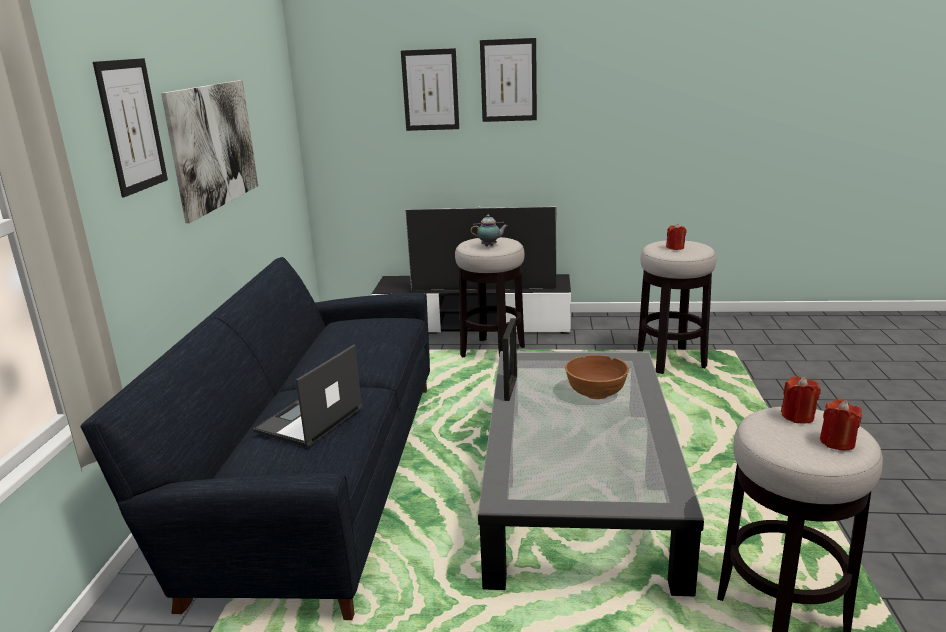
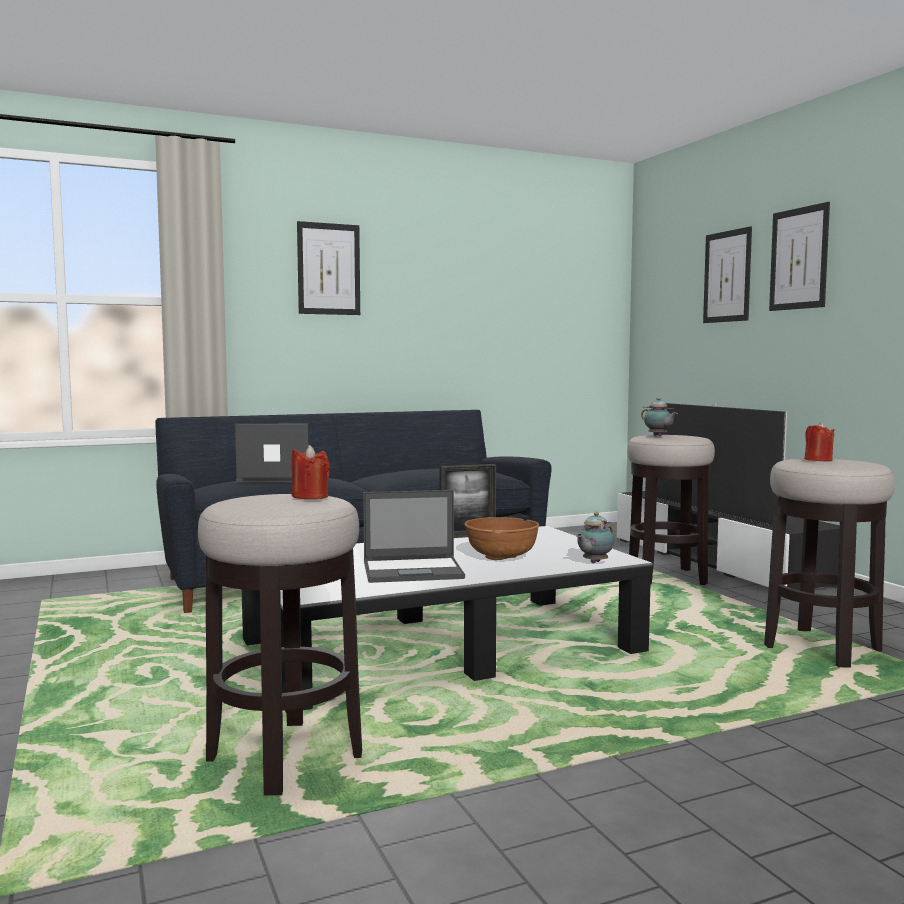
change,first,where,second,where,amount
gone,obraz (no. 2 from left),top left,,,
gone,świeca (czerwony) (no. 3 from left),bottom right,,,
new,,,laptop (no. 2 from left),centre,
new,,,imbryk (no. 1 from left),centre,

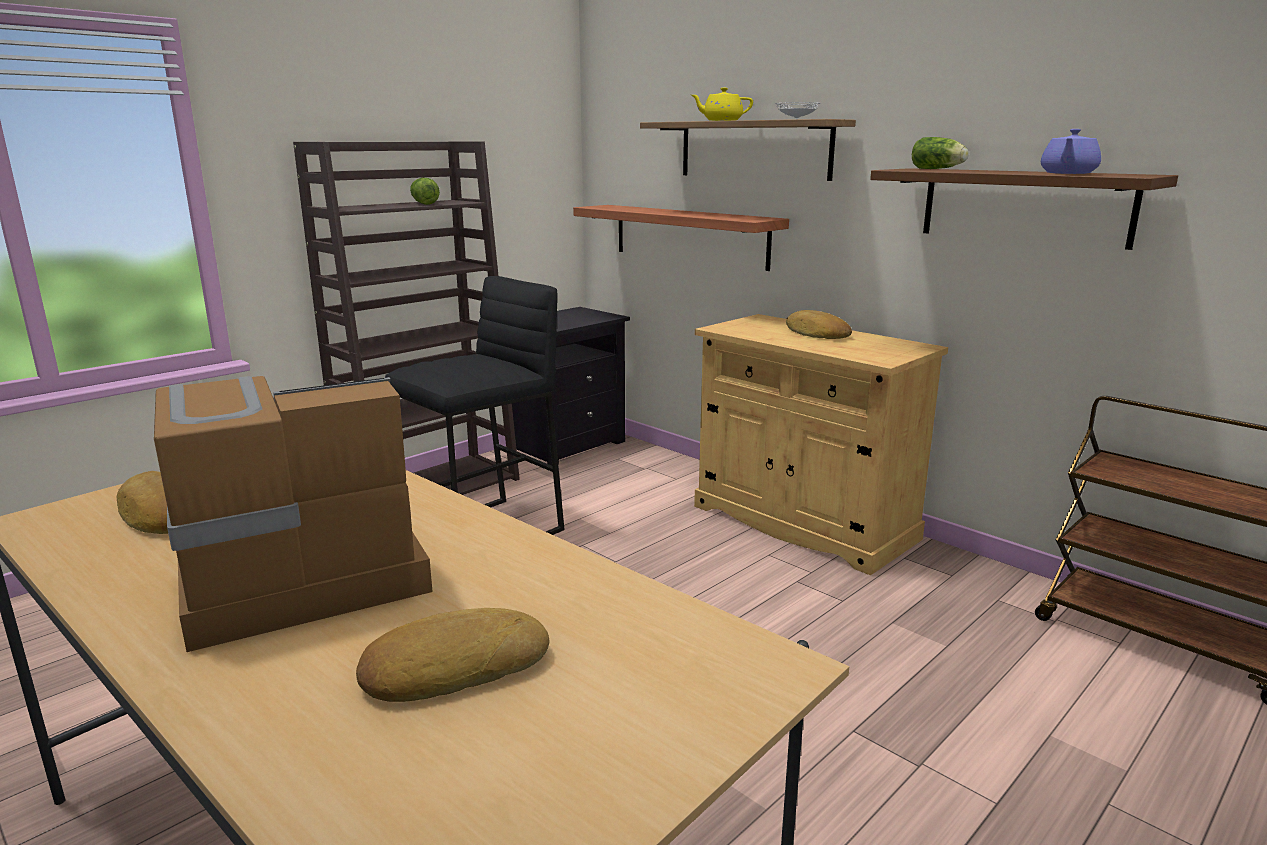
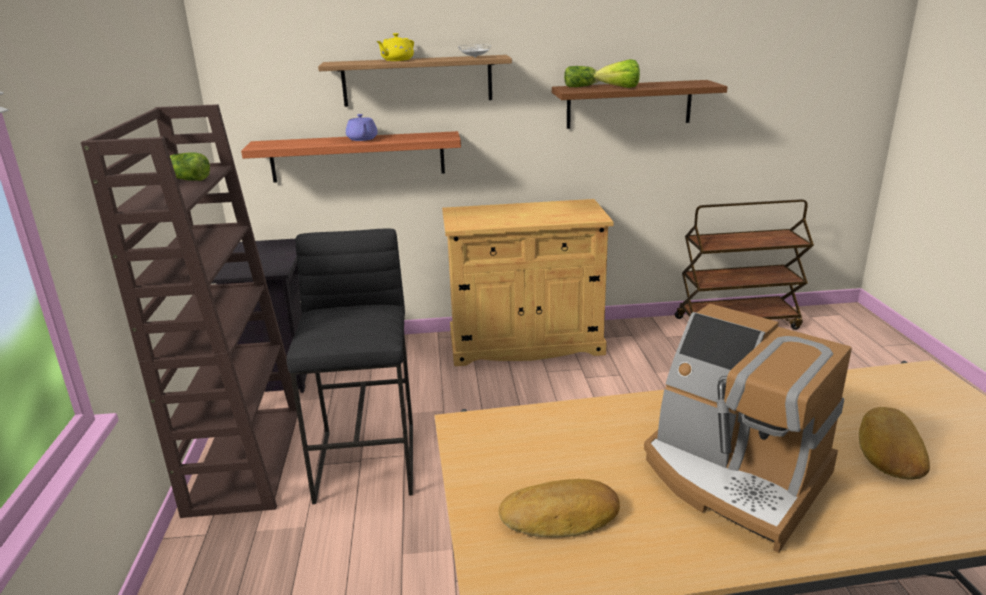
change,first,where,second,where,amount
rotated,ekspres do kawy,middle left,,bottom right,60 degrees counterclockwise
gone,chleb (no. 3 from left),centre,,,
shifted,imbryk (fioletowy),top right,,top centre,
new,,,sałata (no. 3 from left),top centre,

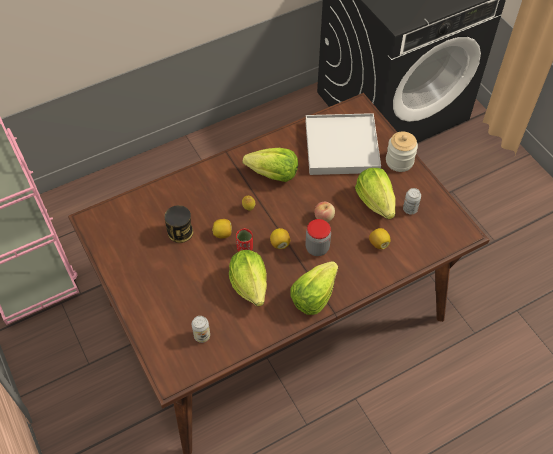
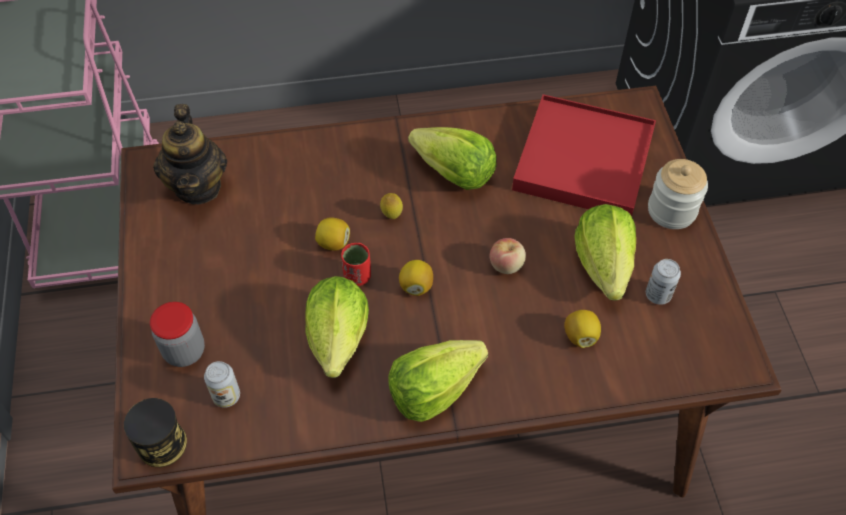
change,first,where,second,where,amount
shifted,puszka (no. 1 from left),middle left,,bottom left,
shifted,słoik (no. 1 from left),centre,,middle left,
repainted,taca (biały),top centre,taca (czerwony),top right,
new,,,imbryk,top left,

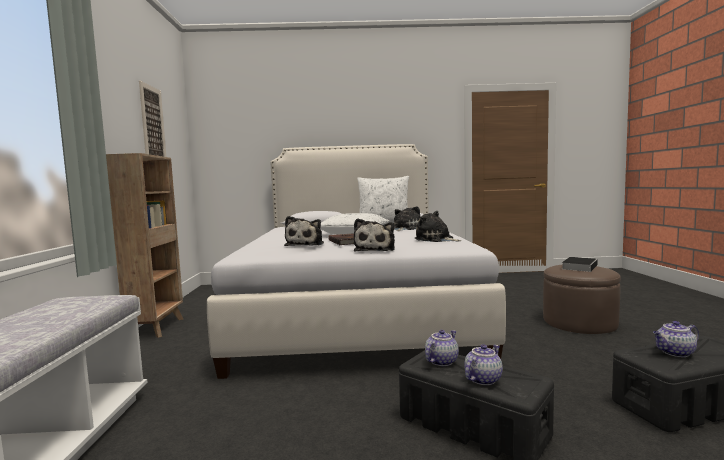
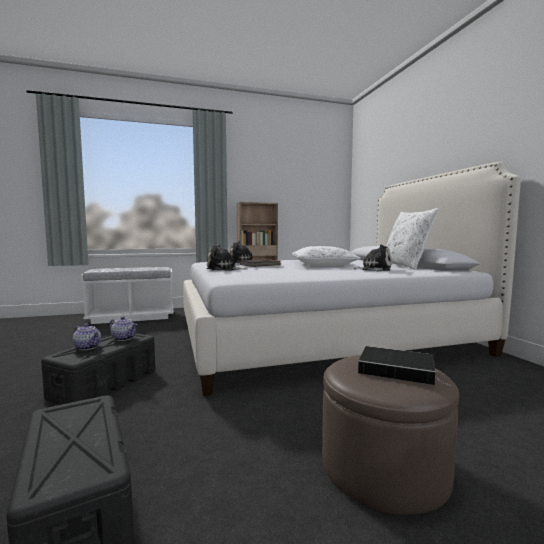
change,first,where,second,where,amount
gone,obraz,top left,,,
gone,pluszak (no. 4 from left),centre,,,
gone,imbryk (no. 3 from left),bottom right,,,

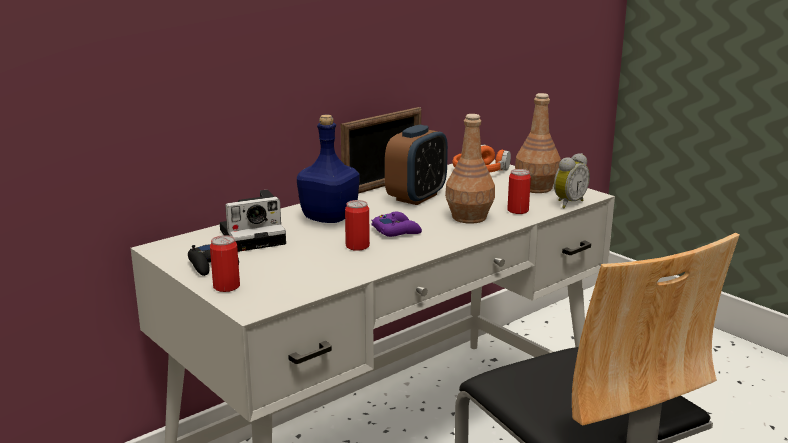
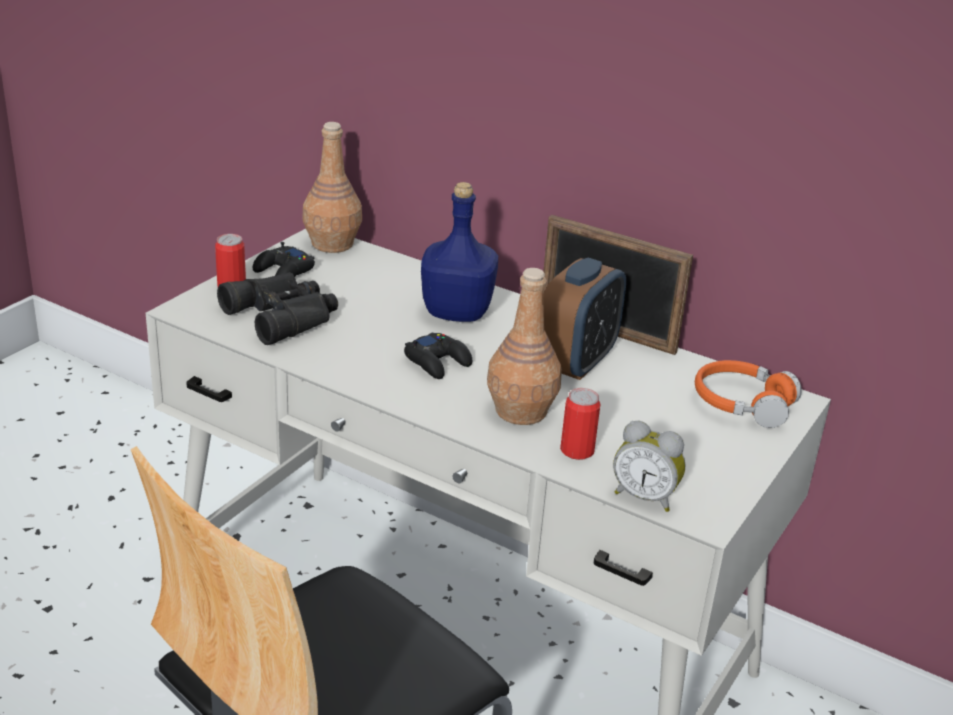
change,first,where,second,where,amount
gone,aparat fotograficzny,middle left,,,
gone,puszka (no. 2 from left),centre,,,
repainted,pad do gier (fioletowy),centre,pad do gier (czarny) (no. 2 from left),centre,
rotated,budzik (no. 1 from left),centre,,centre,75 degrees counterclockwise
shifted,butelka (brązowy) (no. 2 from left in the first image),top right,butelka (brązowy) (no. 1 from left),top centre,
new,,,lornetka (czarny),middle left,

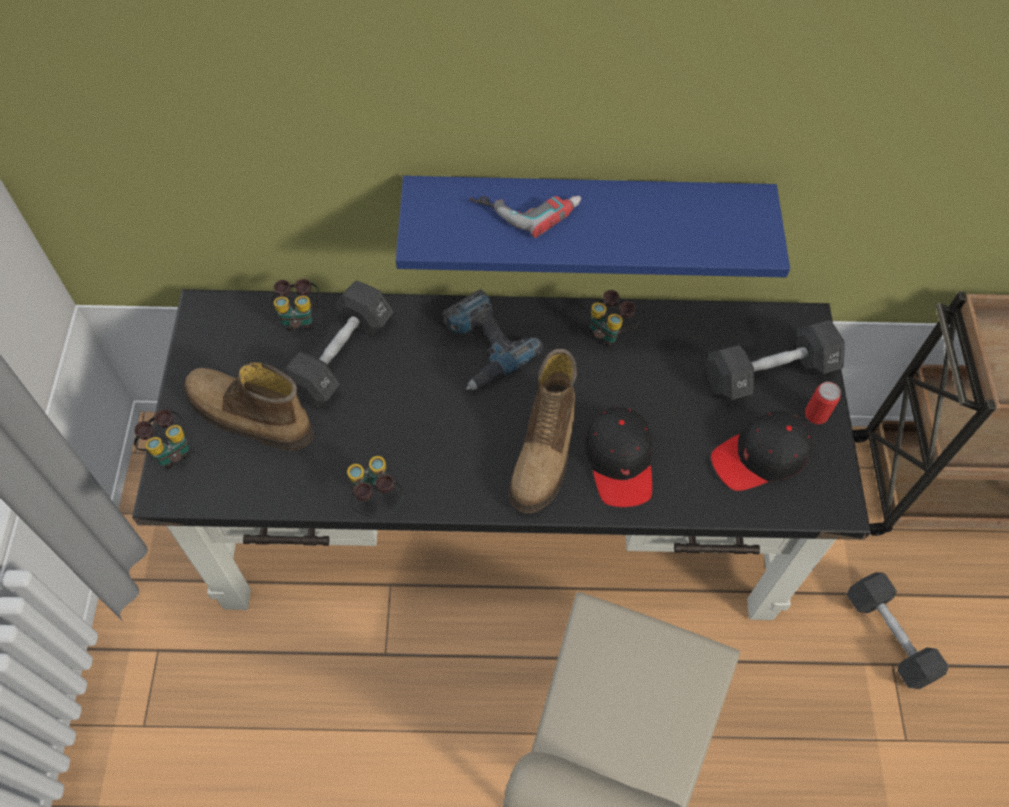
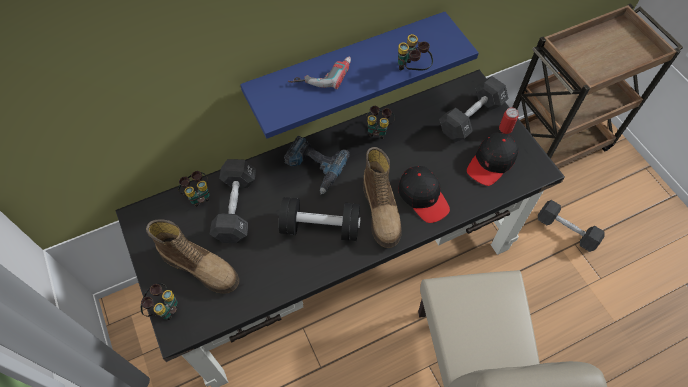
change,first,where,second,where,amount
rotated,but z cholewką (no. 1 from left),middle left,,middle left,150 degrees counterclockwise
shifted,lornetka (no. 3 from left in the first image),centre,lornetka (no. 4 from left),top centre,
new,,,hantel (czarny) (no. 2 from left),centre,

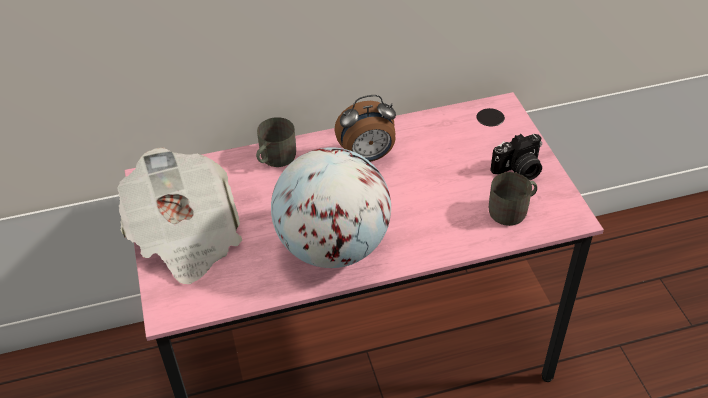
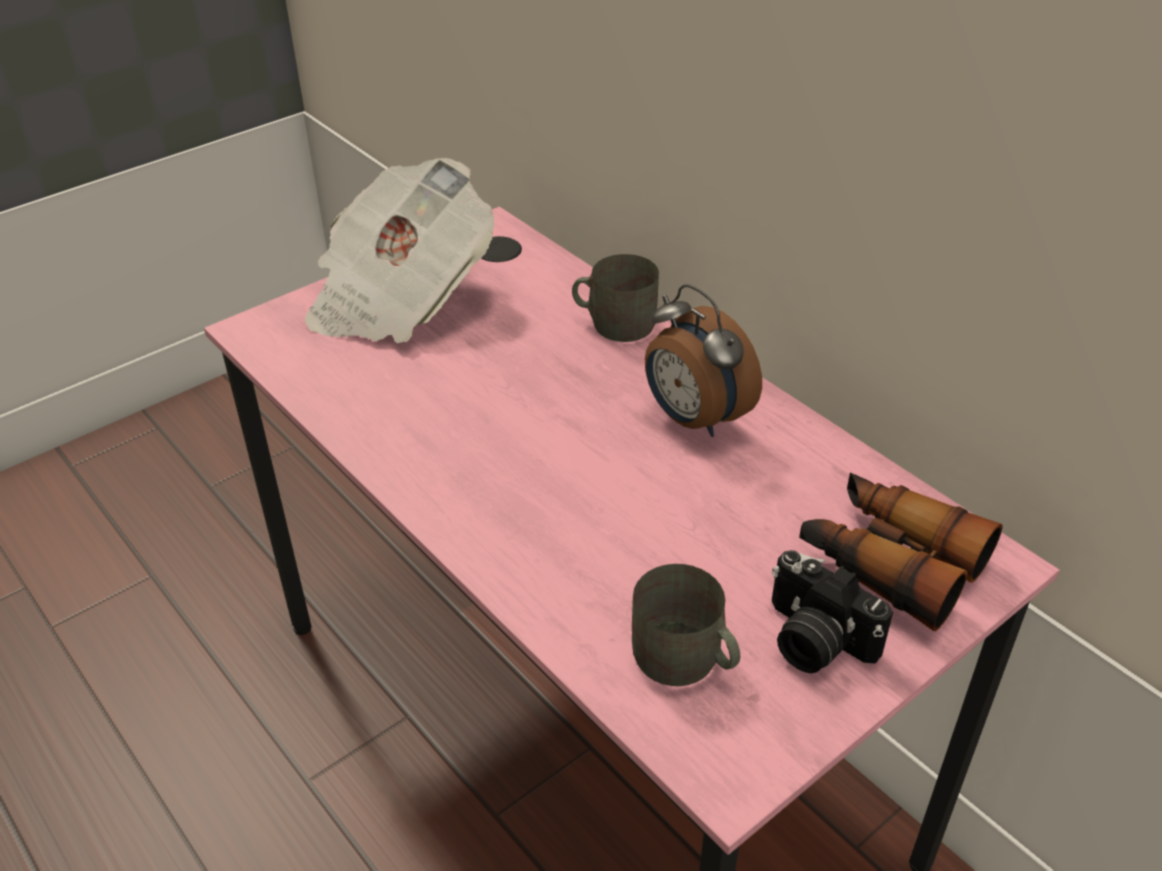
change,first,where,second,where,amount
gone,globus,centre,,,
new,,,lornetka,middle right,

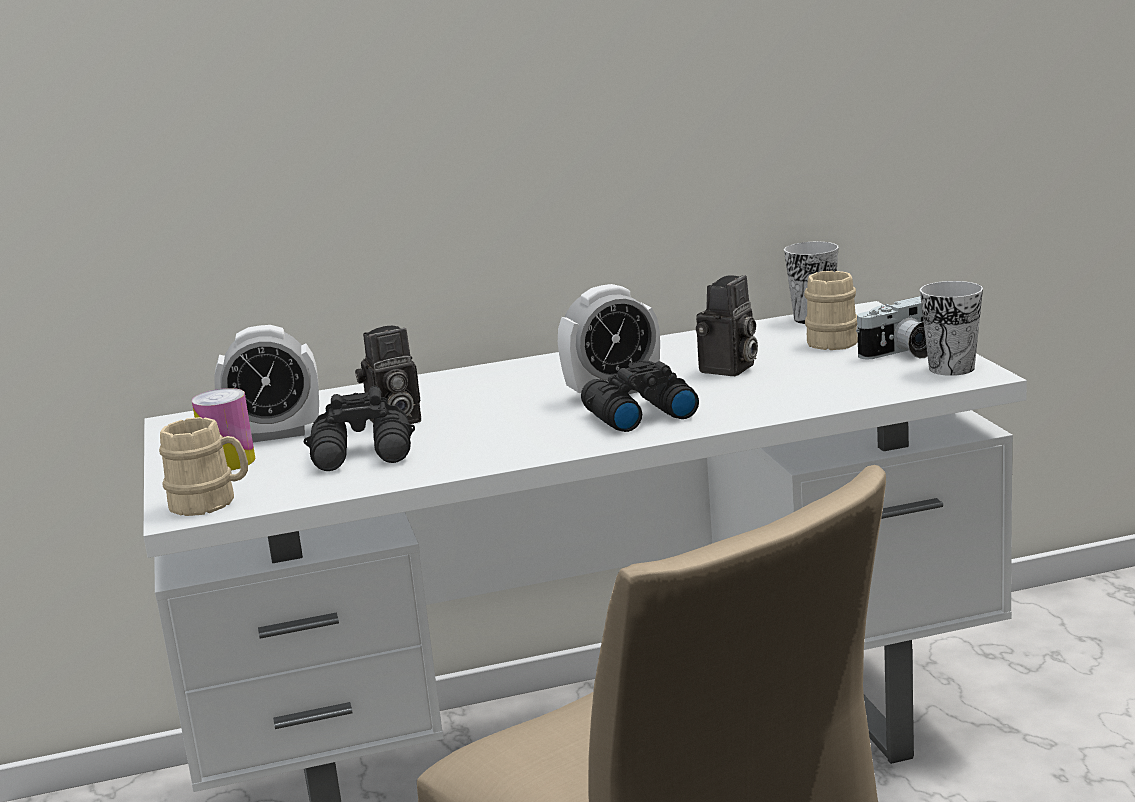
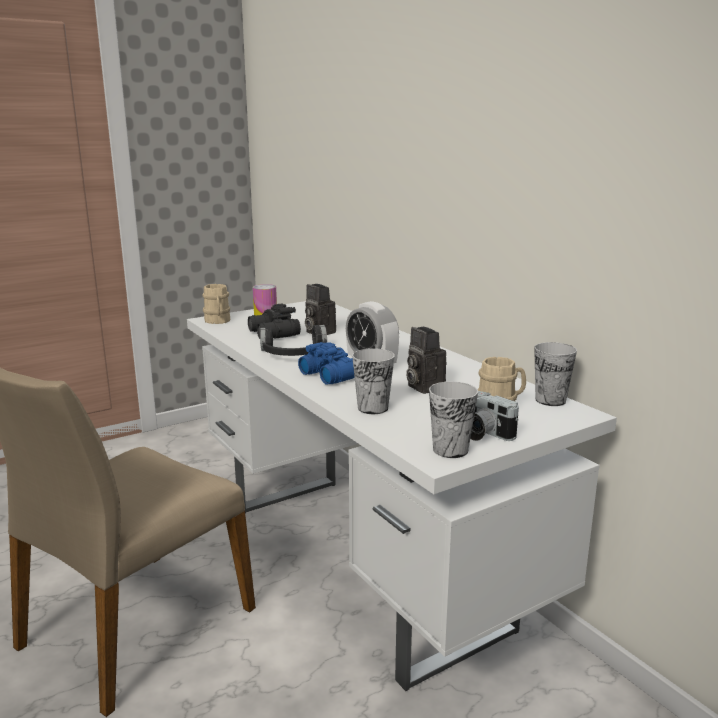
change,first,where,second,where,amount
gone,budzik (no. 1 from left),middle left,,,
repainted,lornetka (czarny) (no. 2 from left),centre,lornetka (niebieski),centre,
rotated,aparat fotograficzny (no. 2 from left),centre,,centre,45 degrees clockwise
new,,,słuchawki (czarny),centre,
new,,,filiżanka (no. 1 from left),centre,

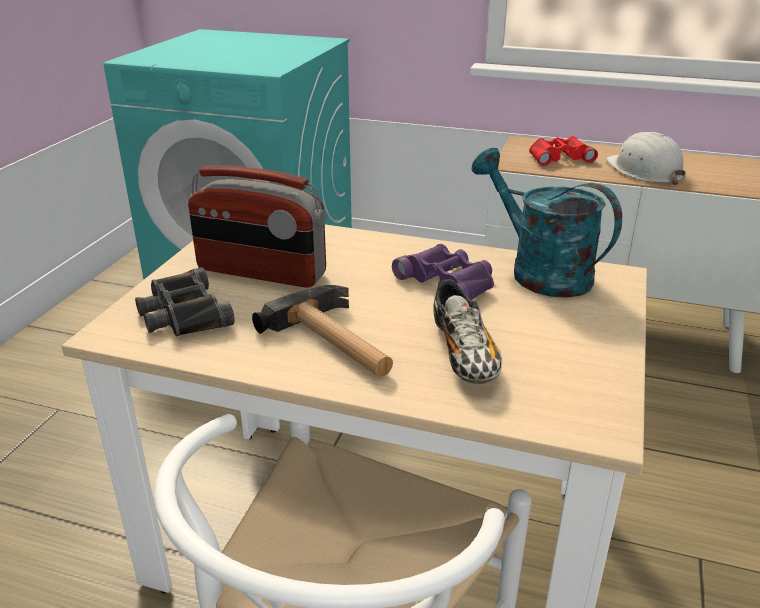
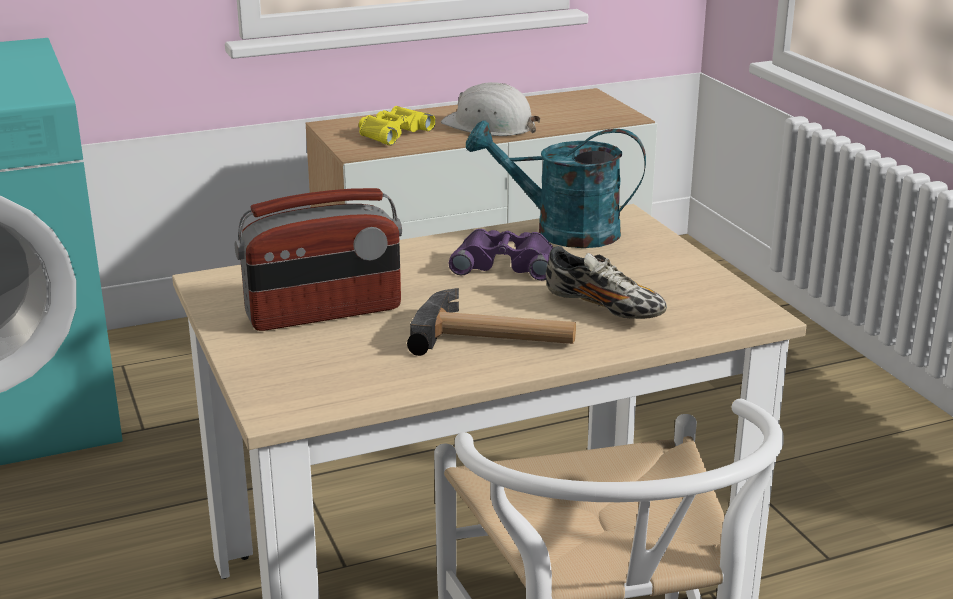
change,first,where,second,where,amount
gone,lornetka (czarny),middle left,,,
repainted,lornetka (czerwony),top right,lornetka (żółty),top centre,

